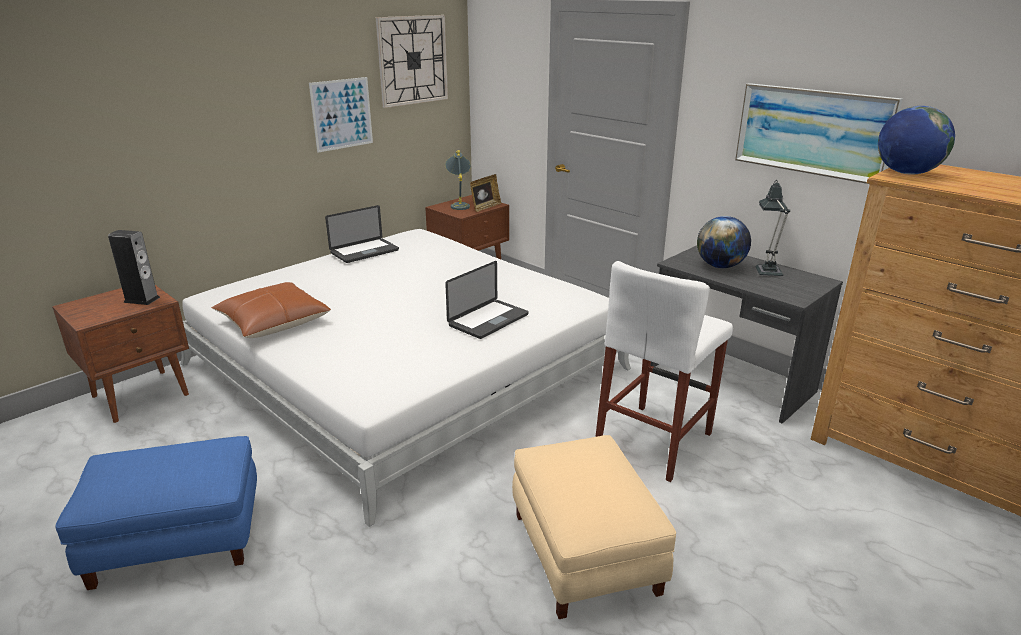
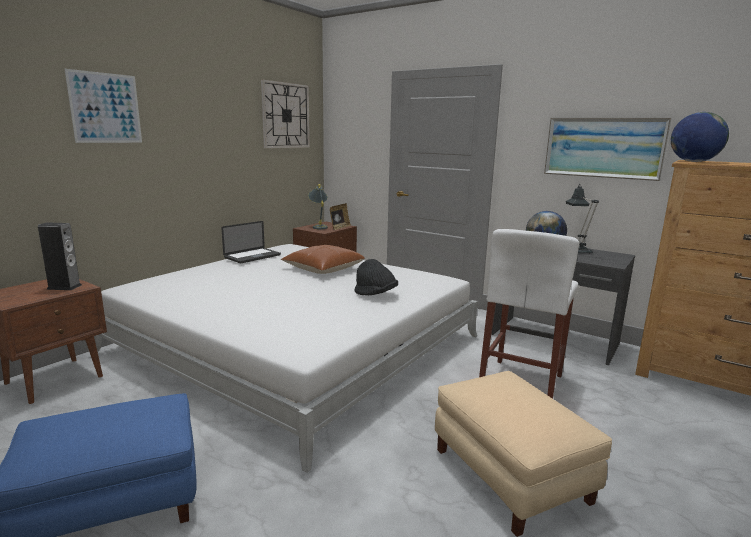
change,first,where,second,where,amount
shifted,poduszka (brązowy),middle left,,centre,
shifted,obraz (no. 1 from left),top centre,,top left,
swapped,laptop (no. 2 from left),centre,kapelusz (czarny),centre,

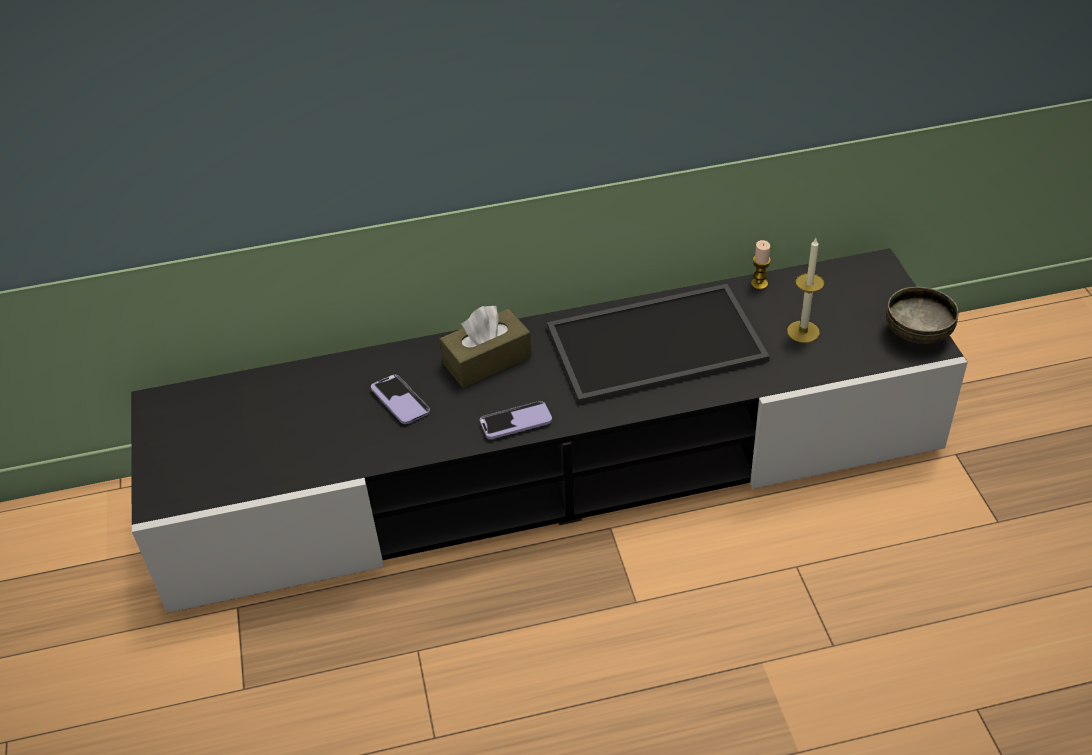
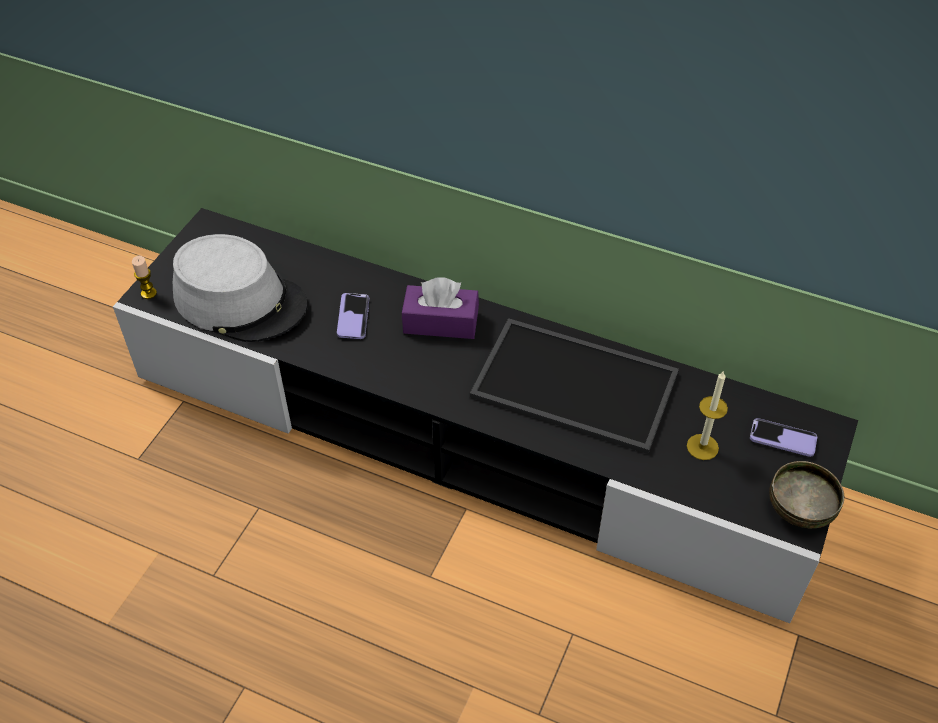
change,first,where,second,where,amount
repainted,pudełko chusteczek (brązowy),centre,pudełko chusteczek (fioletowy),centre,
shifted,telefon (no. 2 from left),centre,,middle right,
shifted,świeca (no. 1 from left),middle right,,middle left,
new,,,kapelusz (szary),middle left,

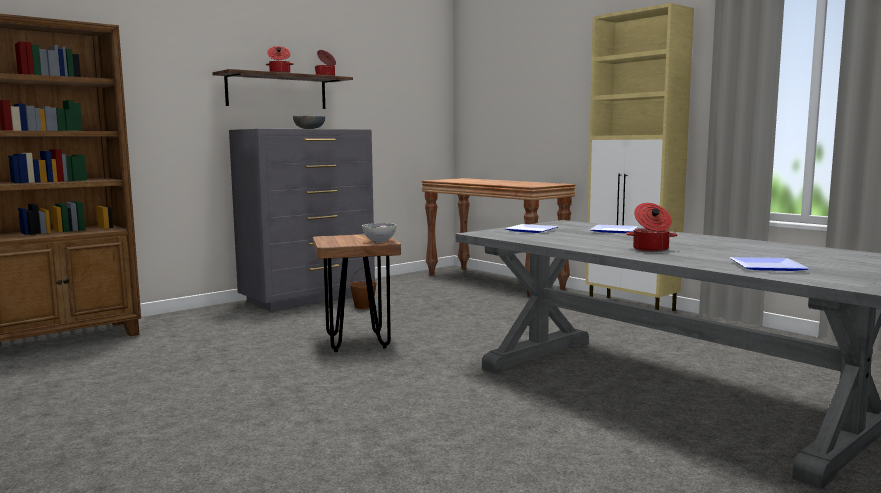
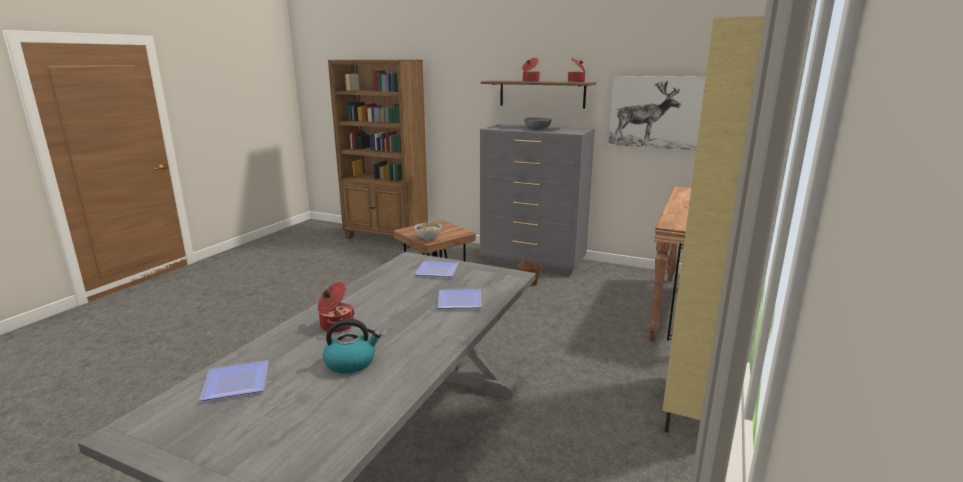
change,first,where,second,where,amount
new,,,czajnik,bottom centre,
new,,,obraz,top right,

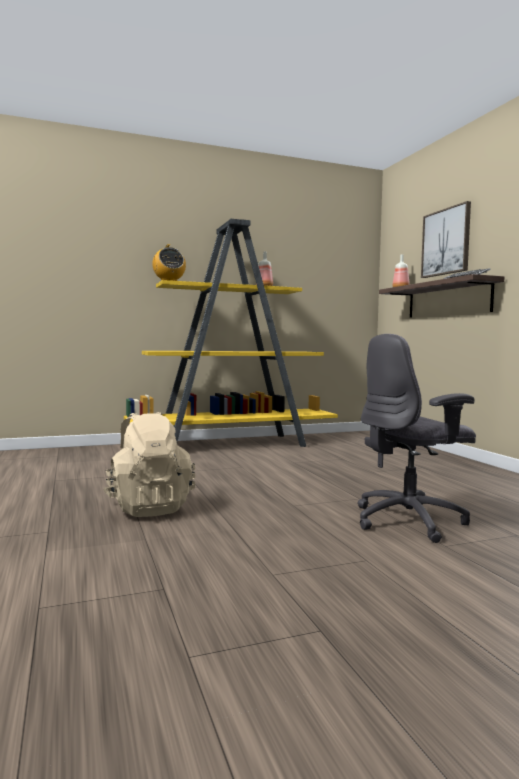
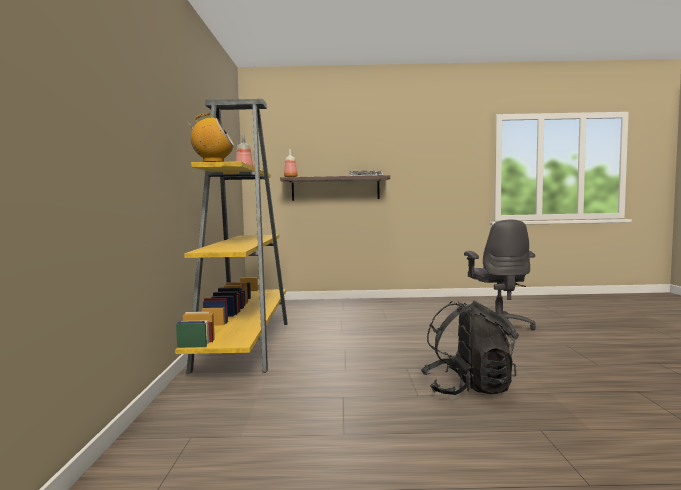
change,first,where,second,where,amount
repainted,plecak (beżowy),middle left,plecak (czarny),bottom right,
gone,obraz,top right,,,

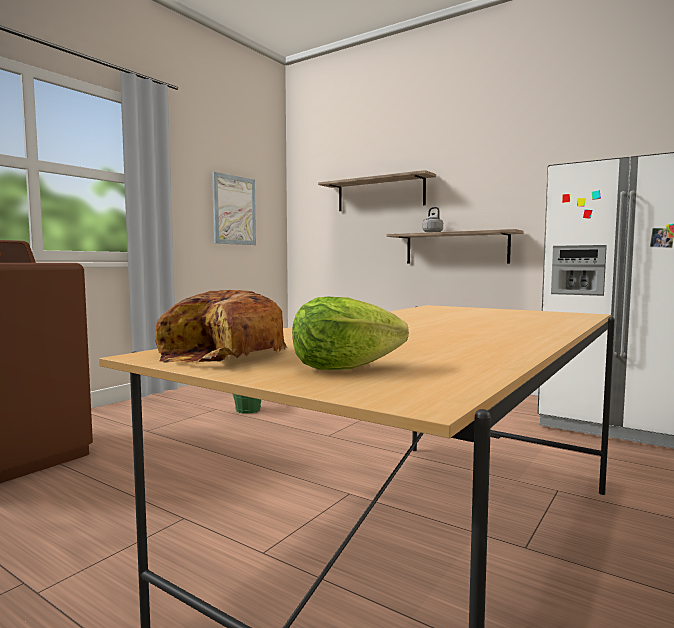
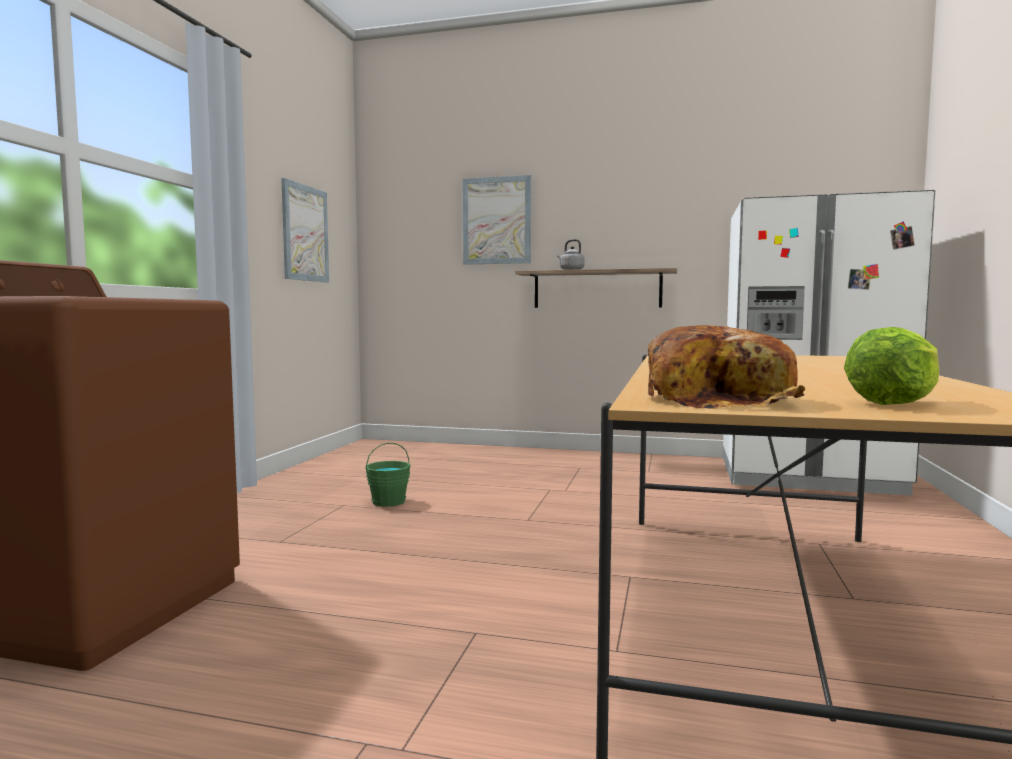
change,first,where,second,where,amount
swapped,półka (no. 1 from left),top centre,obraz (no. 2 from left),top centre,

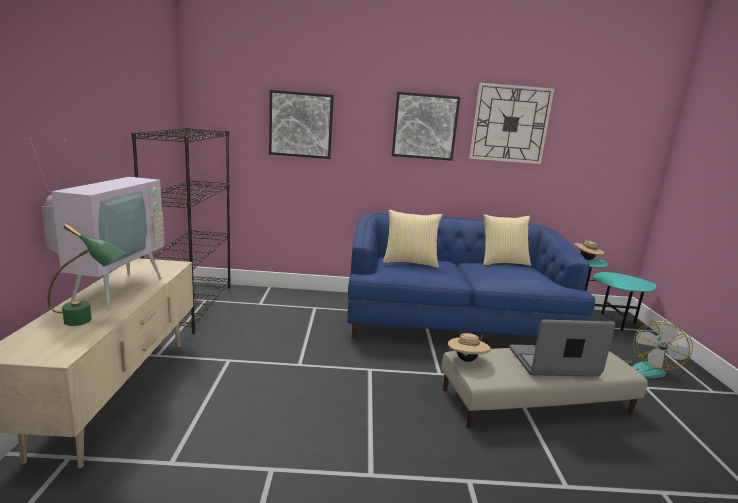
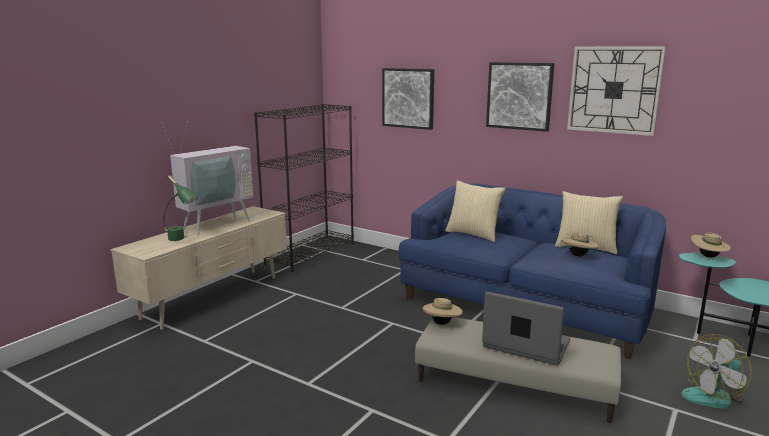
change,first,where,second,where,amount
new,,,kapelusz (beżowy) (no. 2 from left),middle right,

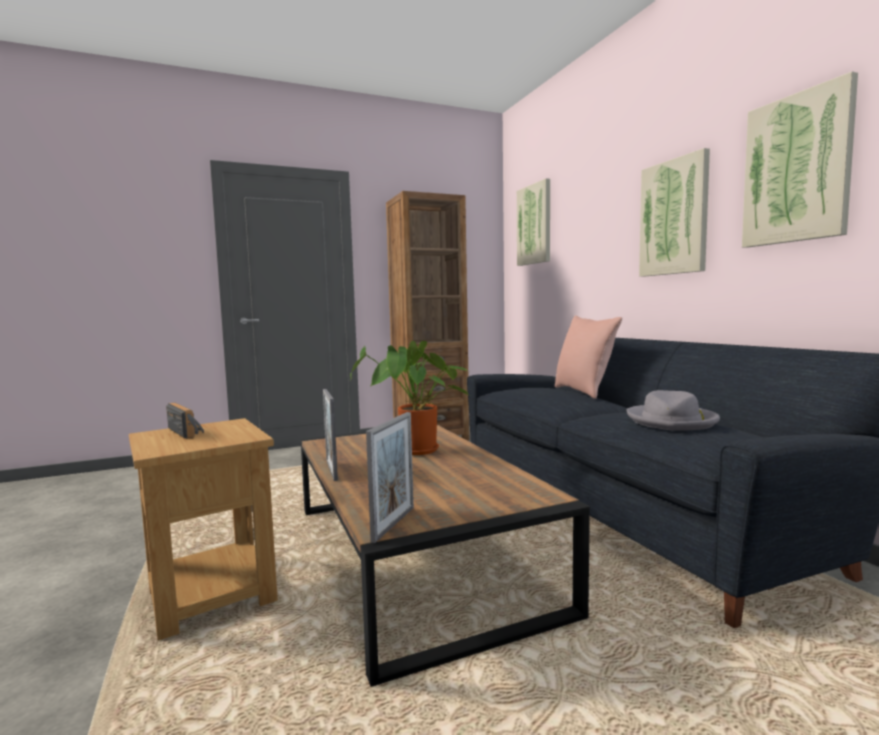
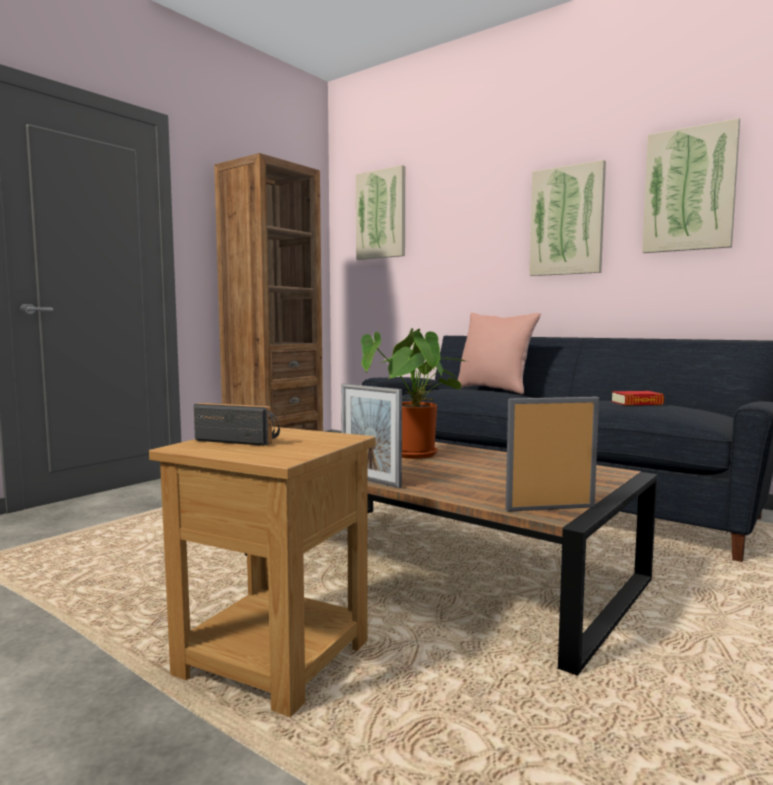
change,first,where,second,where,amount
rotated,ramka na zdjęcie (no. 2 from left),centre,,middle right,90 degrees counterclockwise
swapped,kapelusz (szary),middle right,książka,middle right,

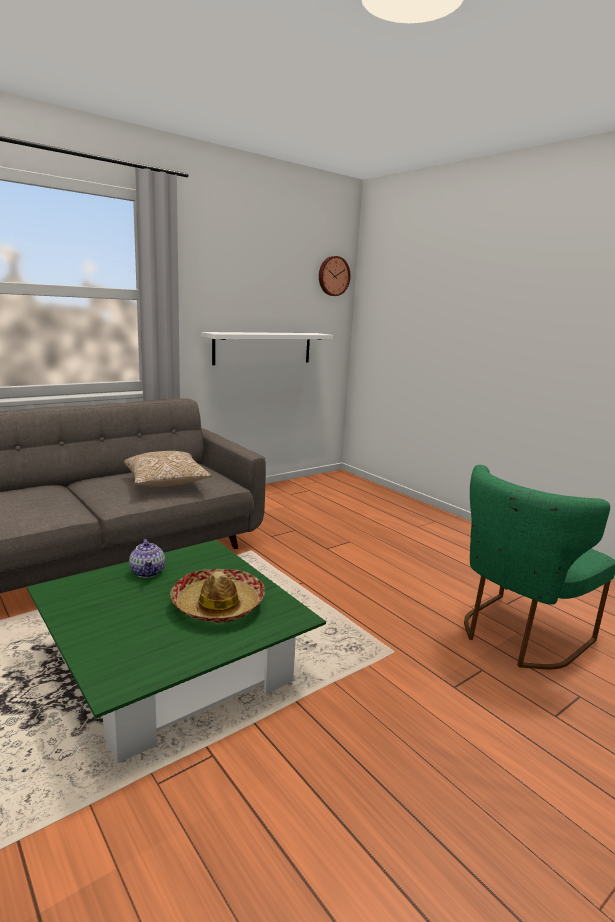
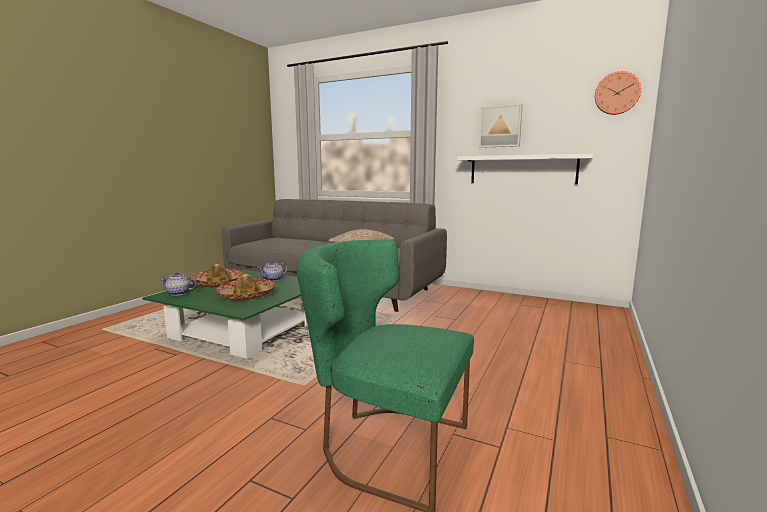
change,first,where,second,where,amount
new,,,imbryk (no. 1 from left),middle left,
new,,,kapelusz (no. 1 from left),middle left,
new,,,obraz,top centre,

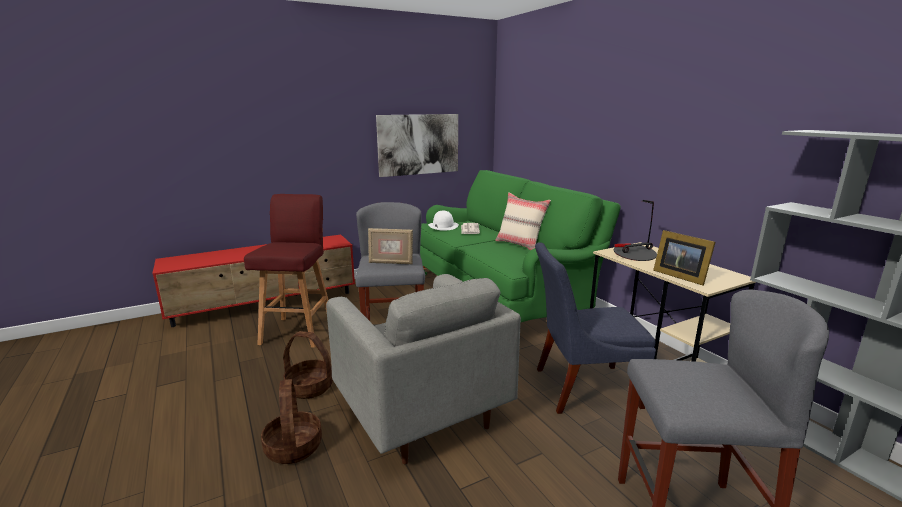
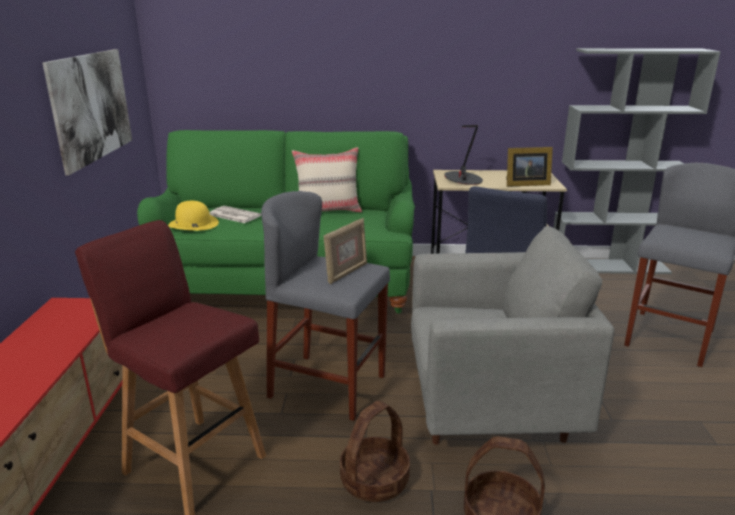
change,first,where,second,where,amount
repainted,kapelusz (biały),centre,kapelusz (żółty),middle left,

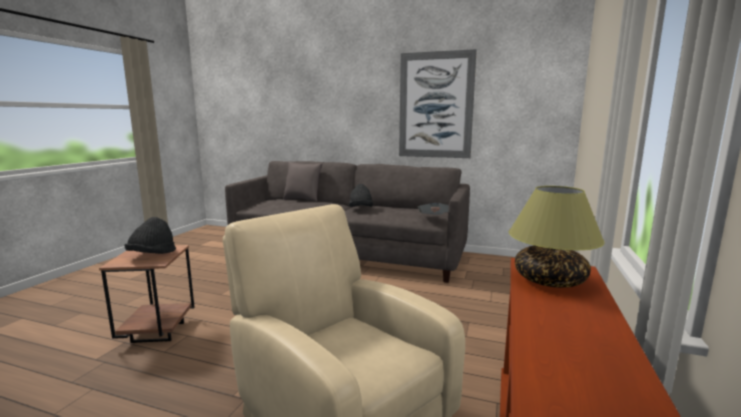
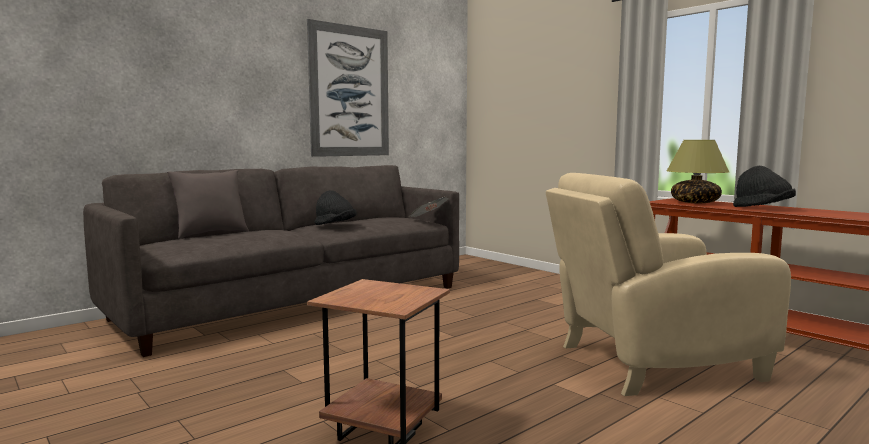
change,first,where,second,where,amount
shifted,kapelusz (czarny) (no. 1 from left in the first image),middle left,kapelusz (czarny) (no. 2 from left),middle right,

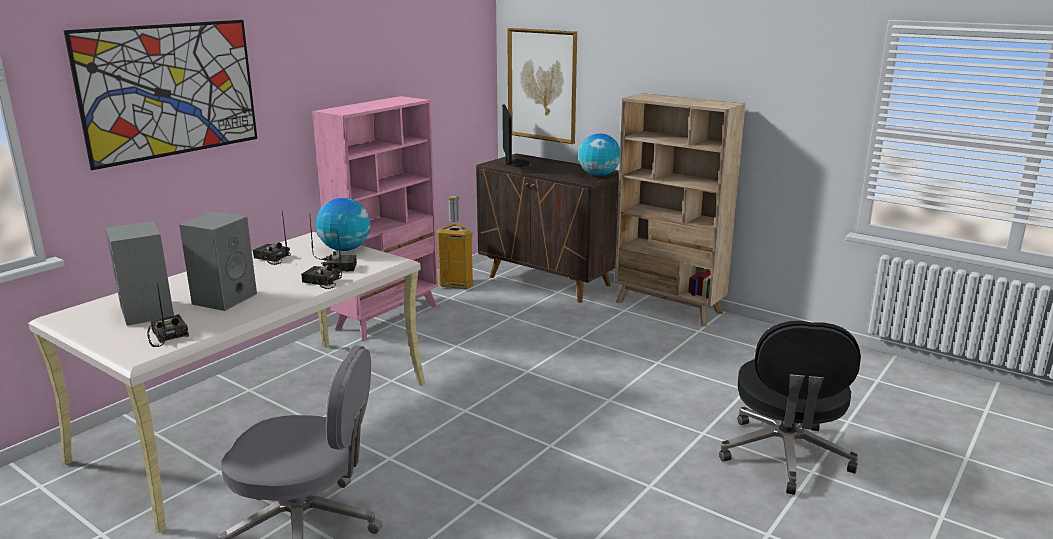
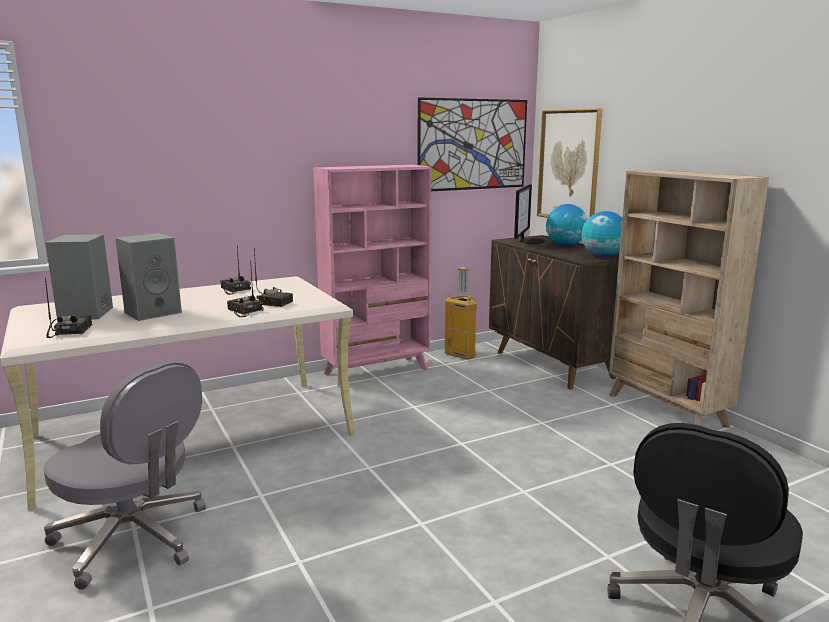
change,first,where,second,where,amount
shifted,obraz (no. 1 from left),top left,,top centre,
shifted,globus (no. 1 from left),middle left,,middle right,

